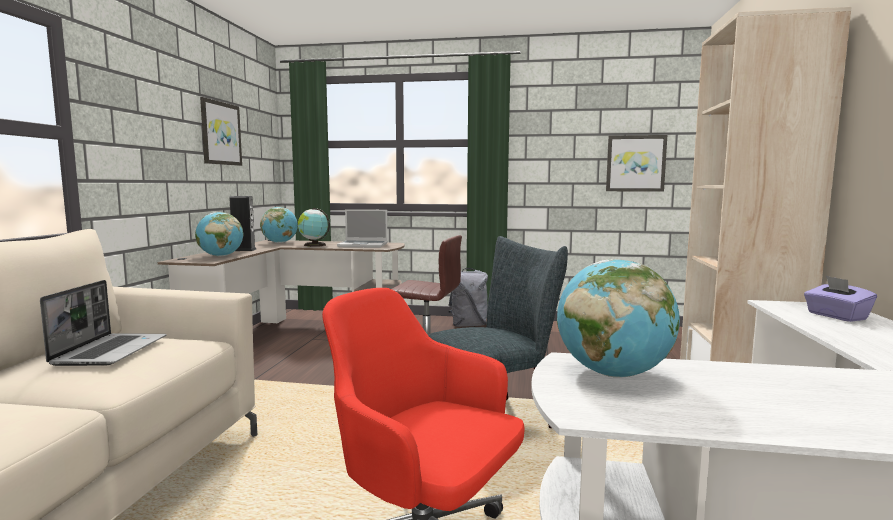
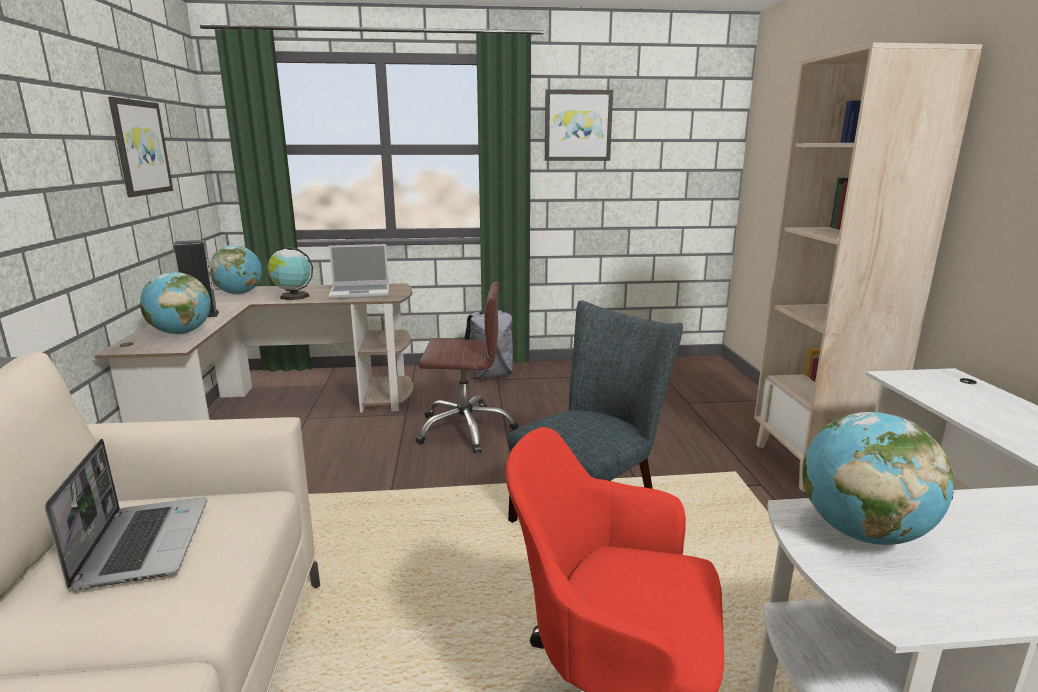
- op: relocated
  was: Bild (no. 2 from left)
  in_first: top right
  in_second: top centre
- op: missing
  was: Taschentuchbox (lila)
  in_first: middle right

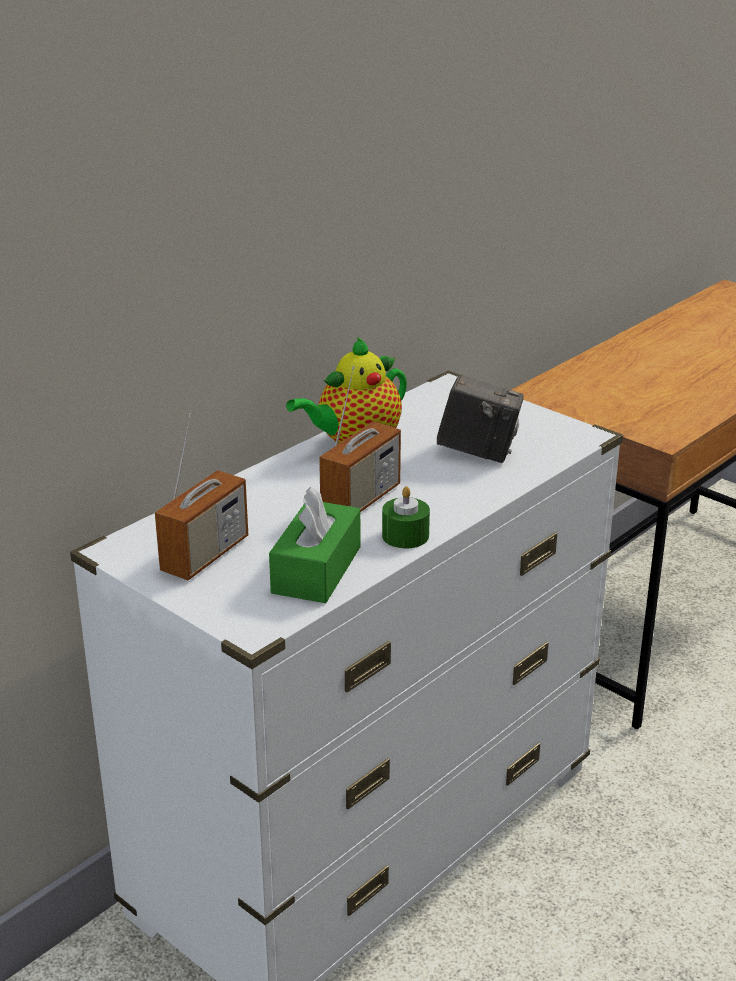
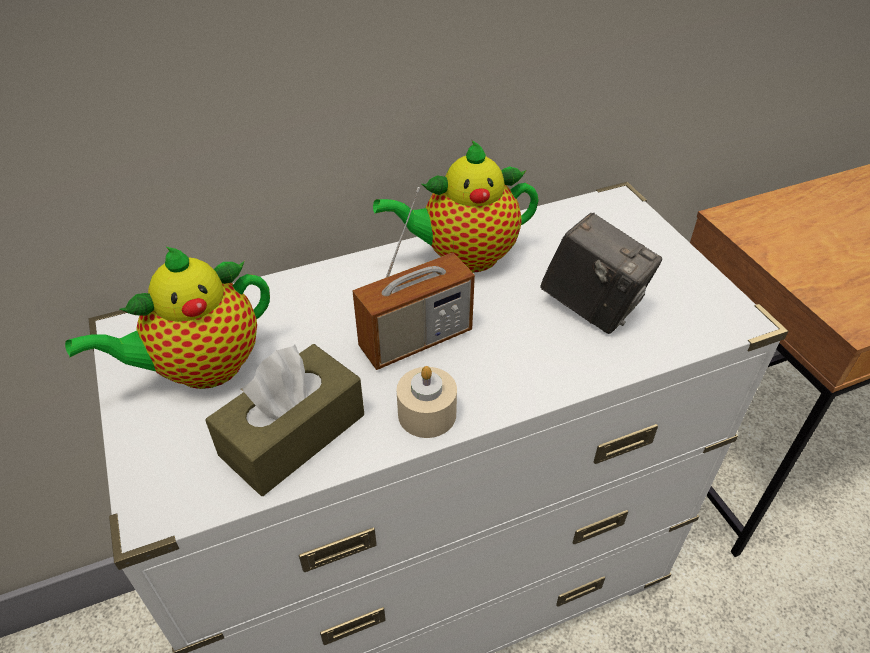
- op: exchanged
  was: Radio (no. 1 from left)
  now: Teekanne (no. 1 from left)
  in_first: middle left
  in_second: middle left
- op: colour
  was: Taschentuchbox (grün)
  now: Taschentuchbox (braun)
  in_first: centre
  in_second: middle left
- op: colour
  was: Kerze (grün)
  now: Kerze (beige)
  in_first: centre
  in_second: centre

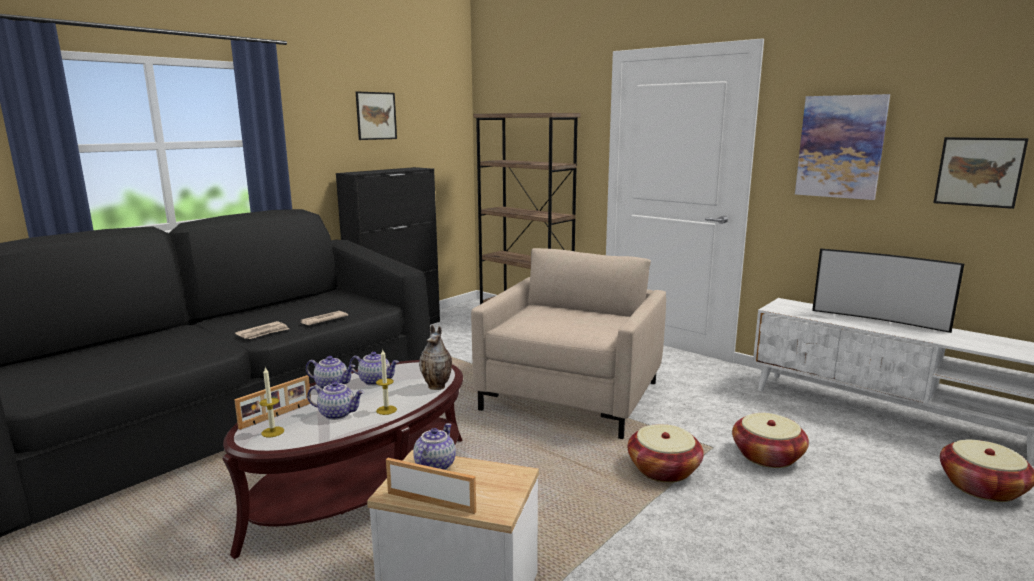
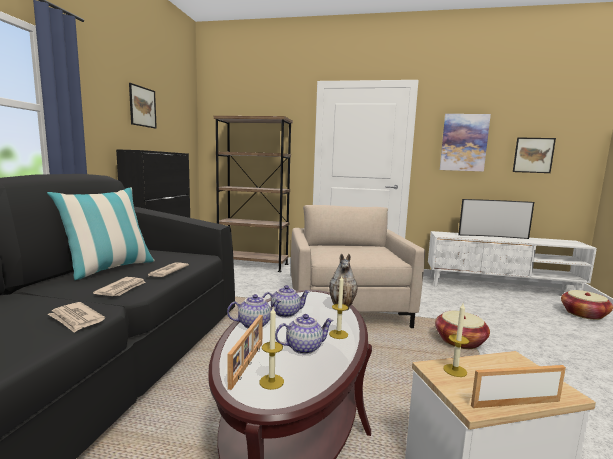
- op: exchanged
  was: Teekanne (no. 4 from left)
  now: Kerze (no. 3 from left)
  in_first: bottom centre
  in_second: bottom right
- op: missing
  was: Korb (no. 2 from left)
  in_first: bottom right
- op: appeared
  now: Kissen
  in_second: middle left
- op: appeared
  now: Zeitung (no. 1 from left)
  in_second: bottom left

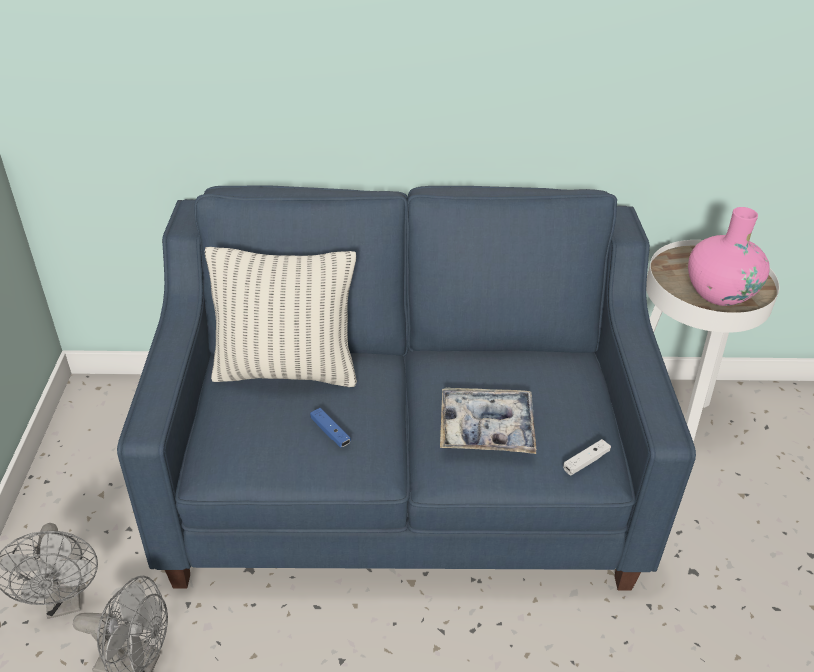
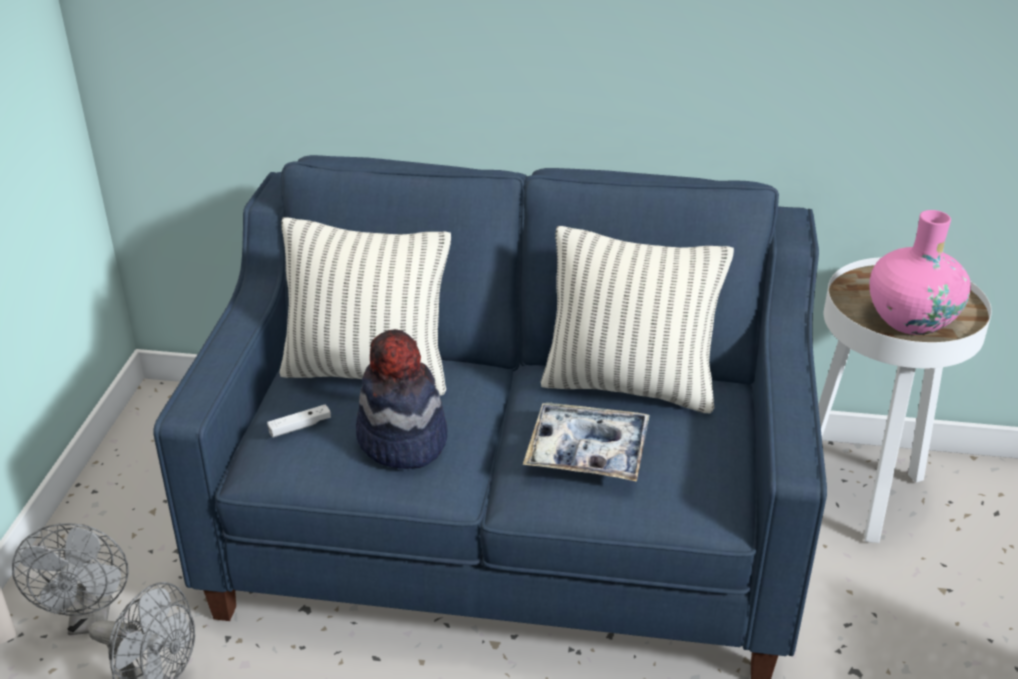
- op: exchanged
  was: Gamepad (blau)
  now: Hut
  in_first: centre
  in_second: centre
- op: relocated
  was: Gamepad (weiß)
  in_first: bottom right
  in_second: middle left
- op: appeared
  now: Kissen (no. 2 from left)
  in_second: centre

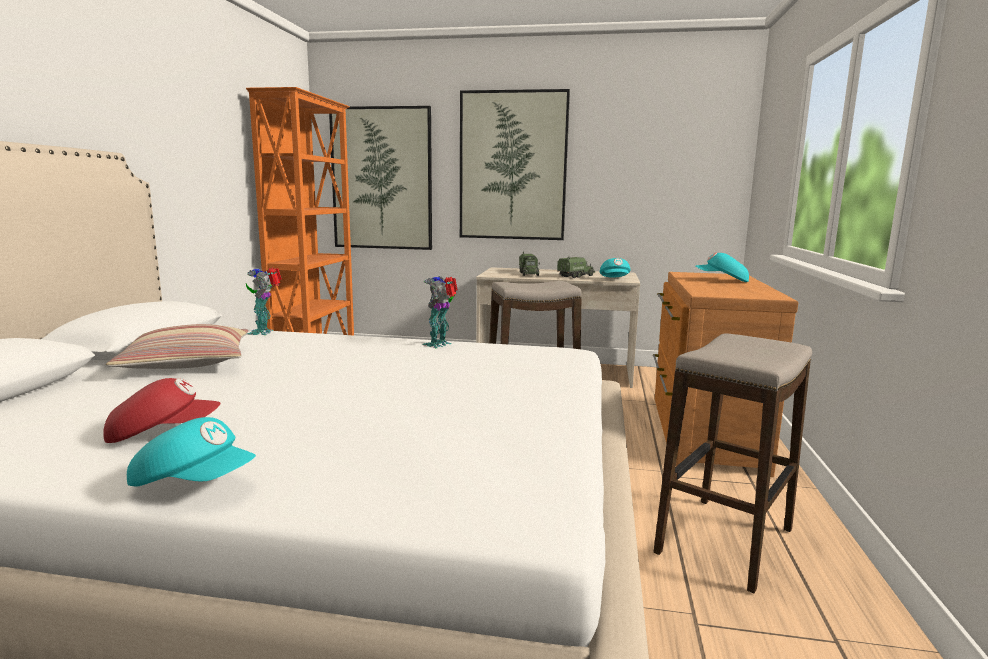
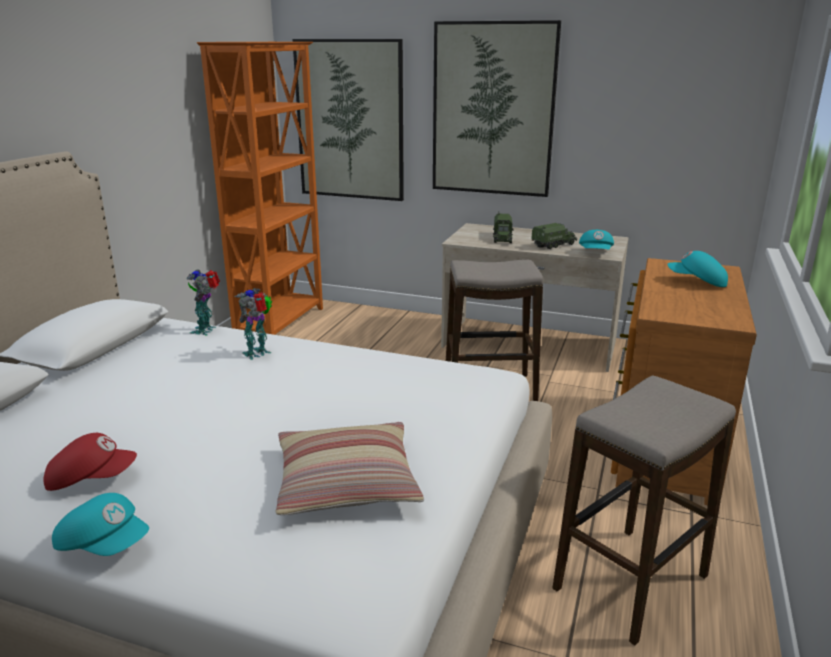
- op: relocated
  was: Kissen
  in_first: middle left
  in_second: bottom centre
- op: relocated
  was: Spielzeugroboter (no. 2 from left)
  in_first: centre
  in_second: middle left

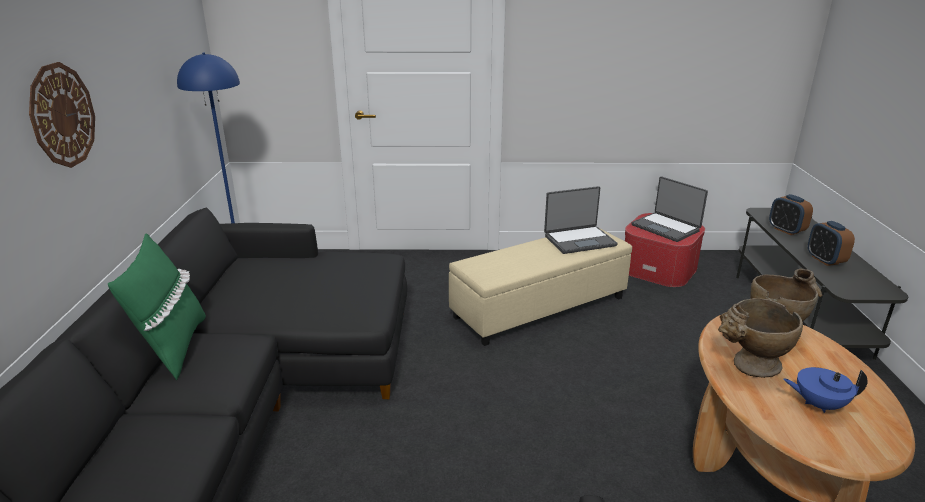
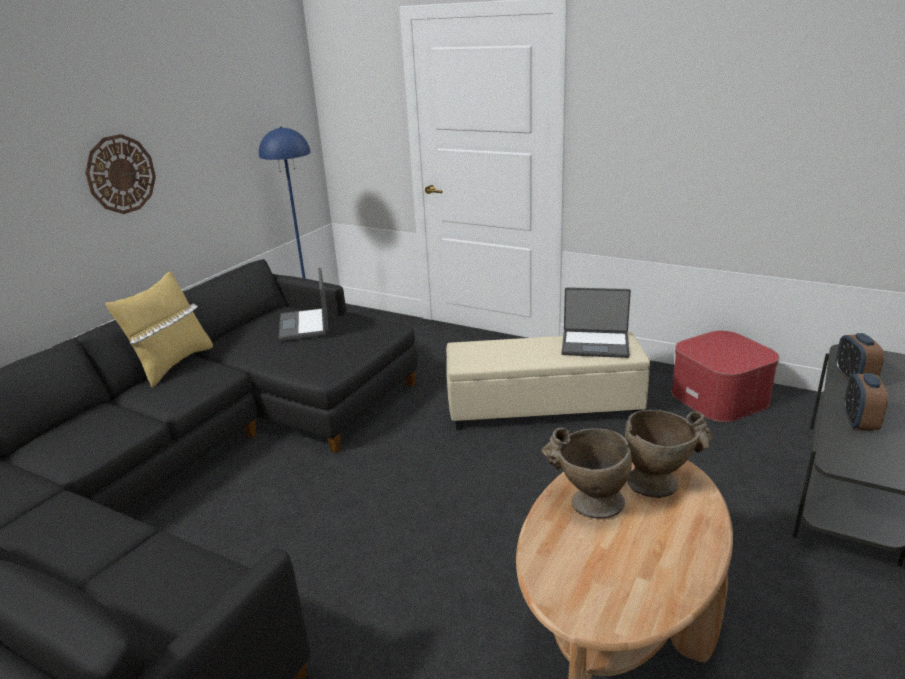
- op: colour
  was: Kissen (grün)
  now: Kissen (gelb)
  in_first: middle left
  in_second: middle left
- op: relocated
  was: Laptop (no. 2 from left in the first image)
  now: Laptop (no. 1 from left)
  in_first: middle right
  in_second: centre
- op: missing
  was: Teekanne (blau)
  in_first: bottom right

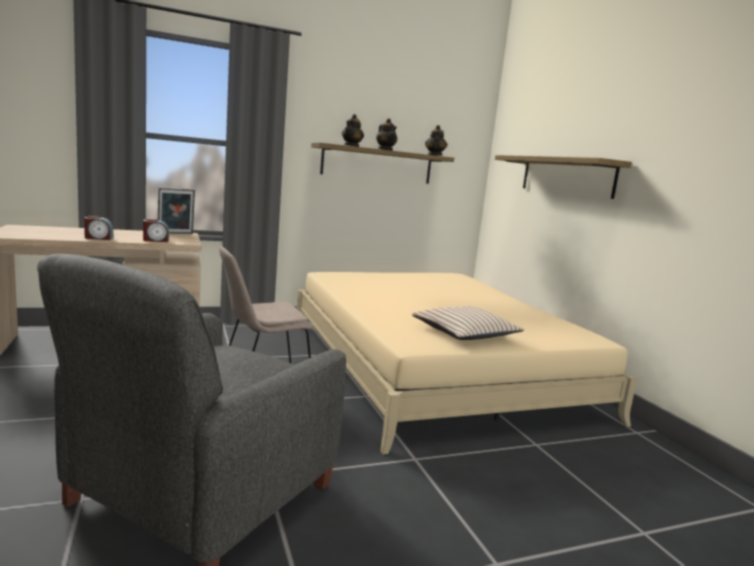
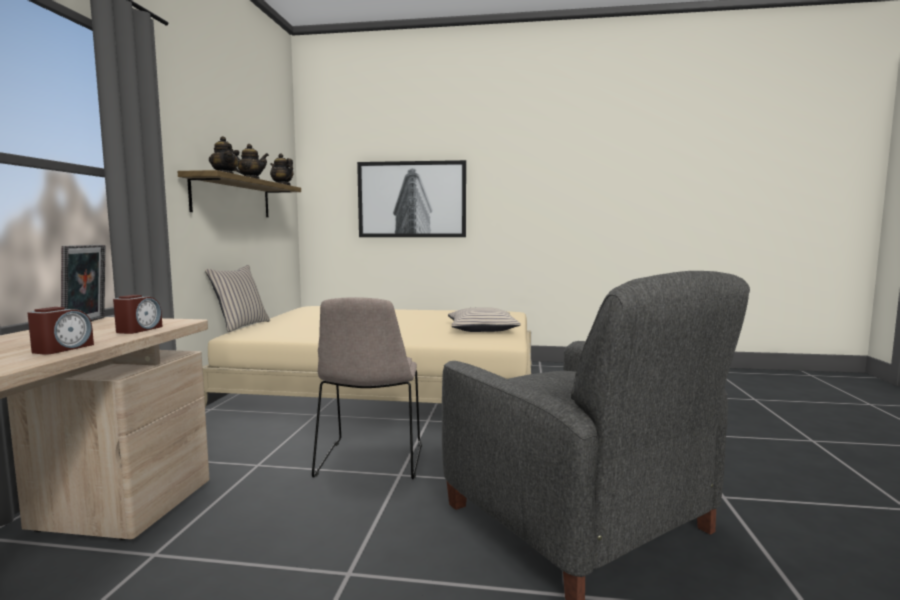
- op: exchanged
  was: Wandregal (no. 2 from left)
  now: Bild
  in_first: top right
  in_second: top centre
- op: appeared
  now: Kissen (beige) (no. 1 from left)
  in_second: middle left

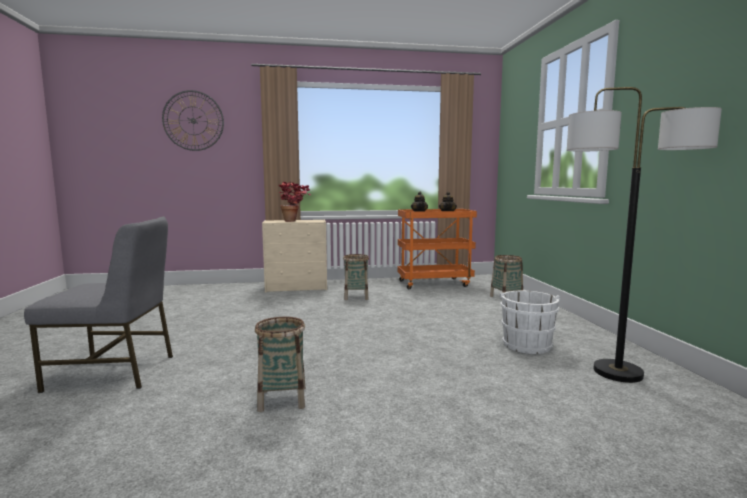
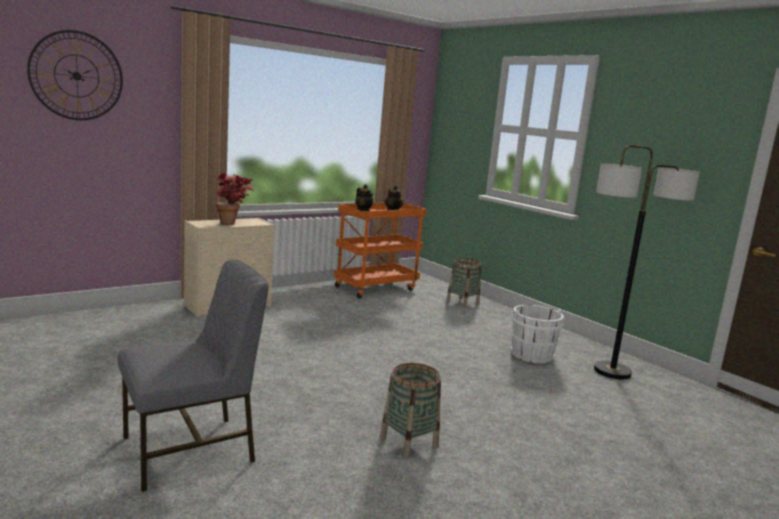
- op: missing
  was: Korb (no. 2 from left)
  in_first: centre

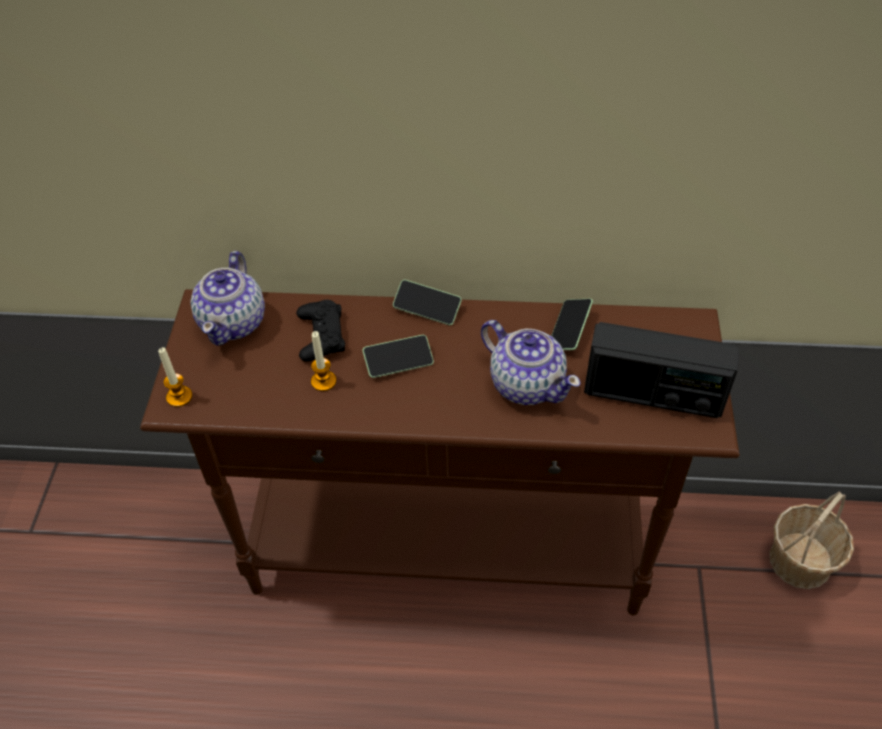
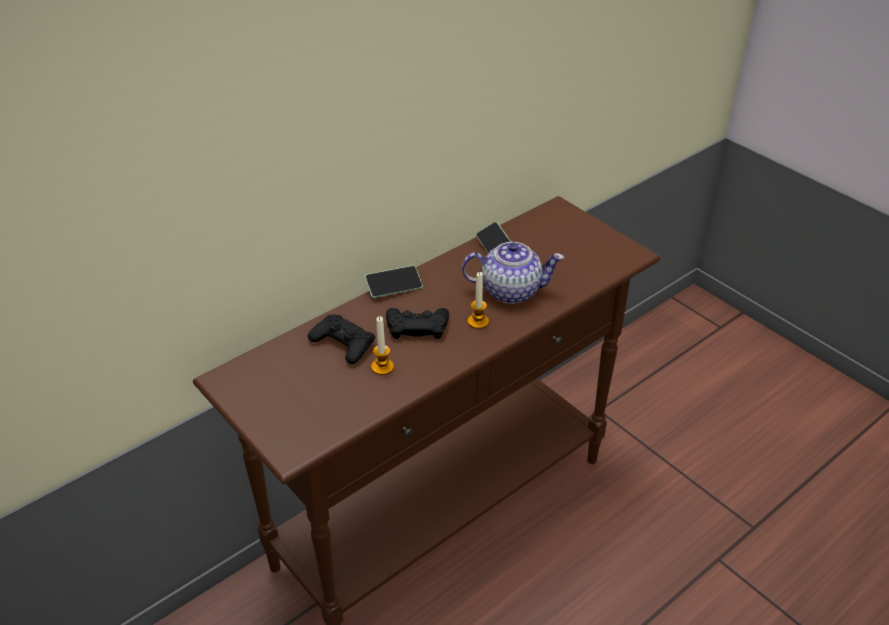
- op: relocated
  was: Kerze (no. 1 from left in the first image)
  now: Kerze (no. 2 from left)
  in_first: middle left
  in_second: centre
- op: missing
  was: Teekanne (no. 1 from left)
  in_first: middle left
- op: exchanged
  was: Handy (no. 1 from left)
  now: Gamepad (schwarz) (no. 2 from left)
  in_first: centre
  in_second: centre
- op: missing
  was: Radio
  in_first: middle right
- op: missing
  was: Korb
  in_first: bottom right

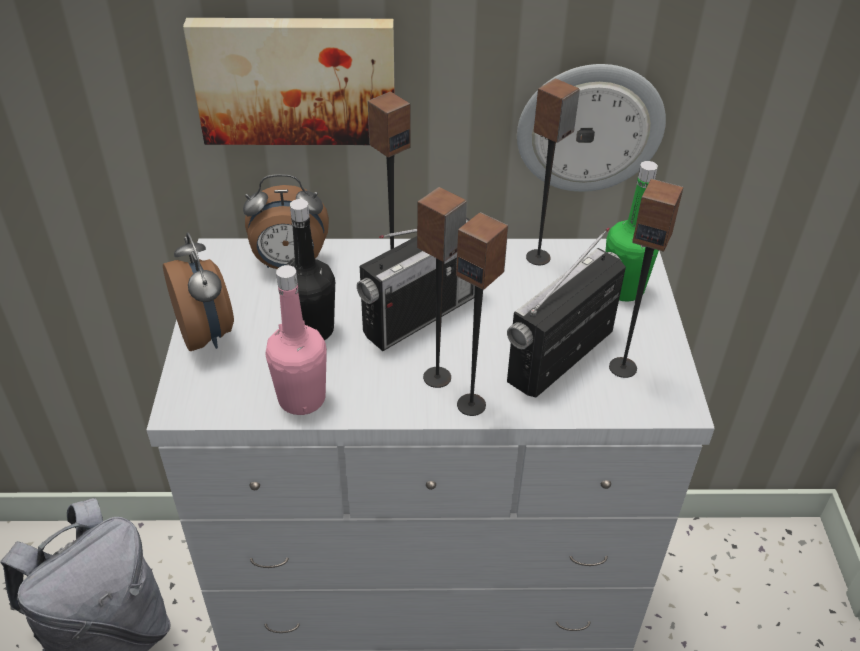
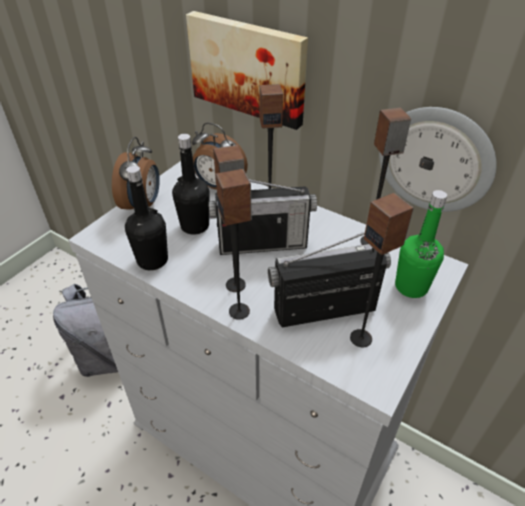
- op: colour
  was: Flasche (rosa)
  now: Flasche (schwarz) (no. 1 from left)
  in_first: centre
  in_second: middle left

